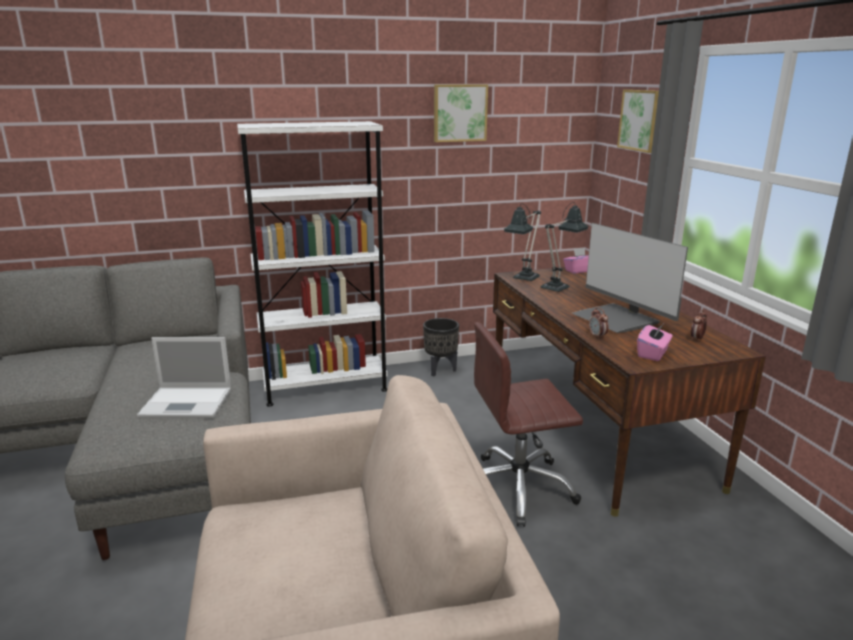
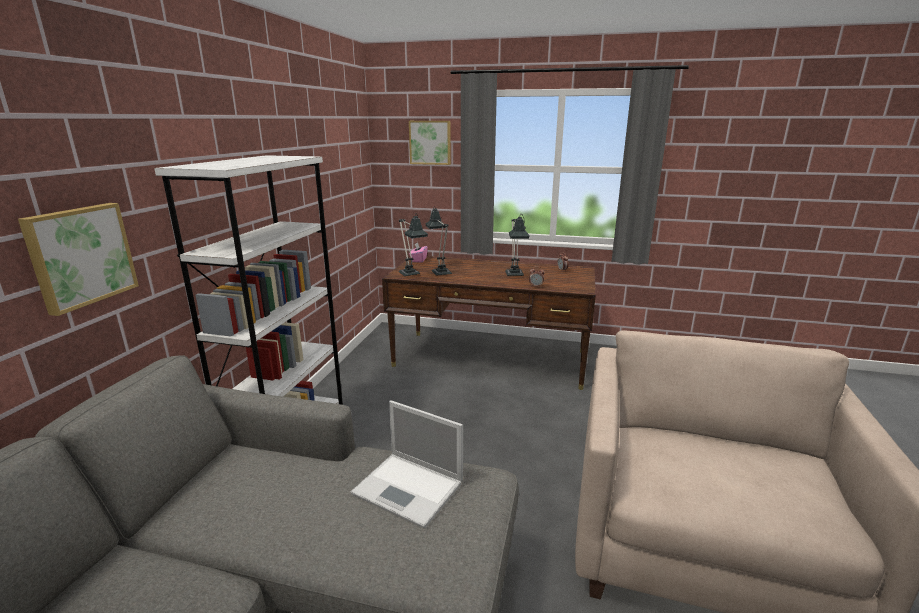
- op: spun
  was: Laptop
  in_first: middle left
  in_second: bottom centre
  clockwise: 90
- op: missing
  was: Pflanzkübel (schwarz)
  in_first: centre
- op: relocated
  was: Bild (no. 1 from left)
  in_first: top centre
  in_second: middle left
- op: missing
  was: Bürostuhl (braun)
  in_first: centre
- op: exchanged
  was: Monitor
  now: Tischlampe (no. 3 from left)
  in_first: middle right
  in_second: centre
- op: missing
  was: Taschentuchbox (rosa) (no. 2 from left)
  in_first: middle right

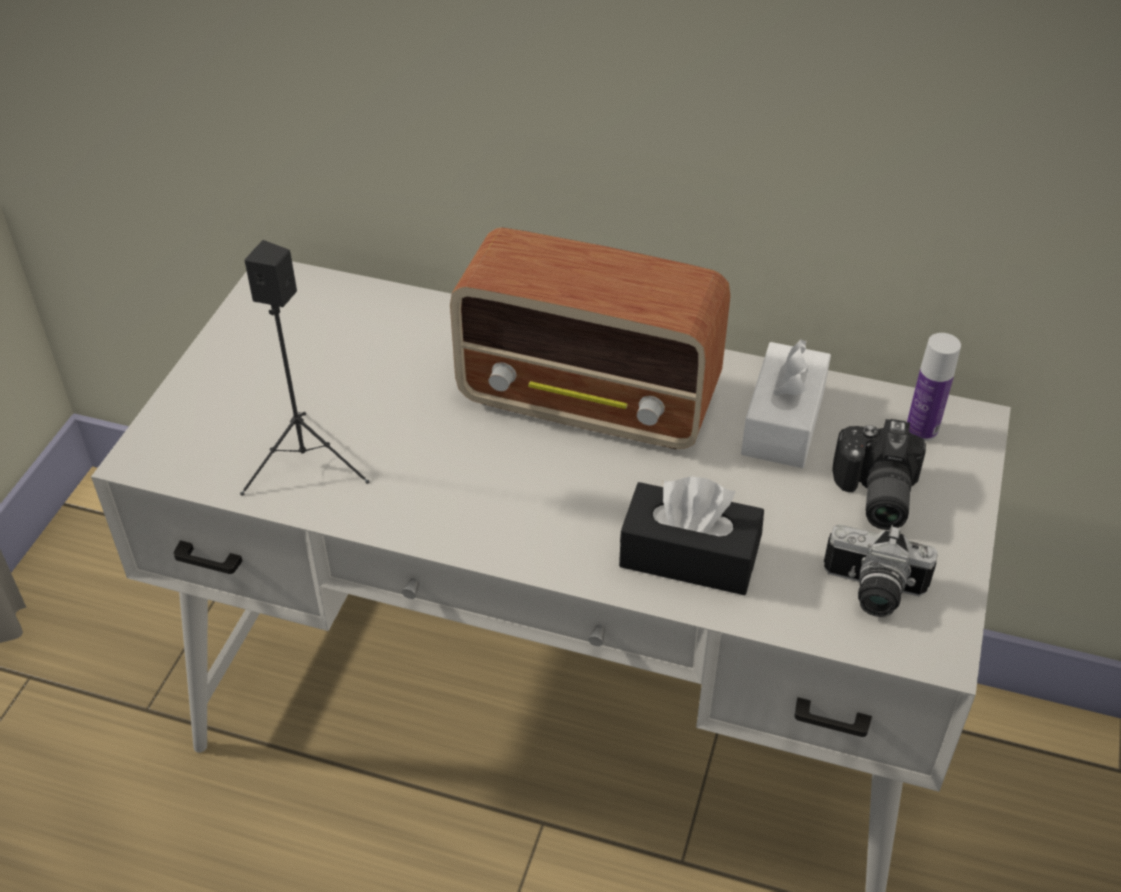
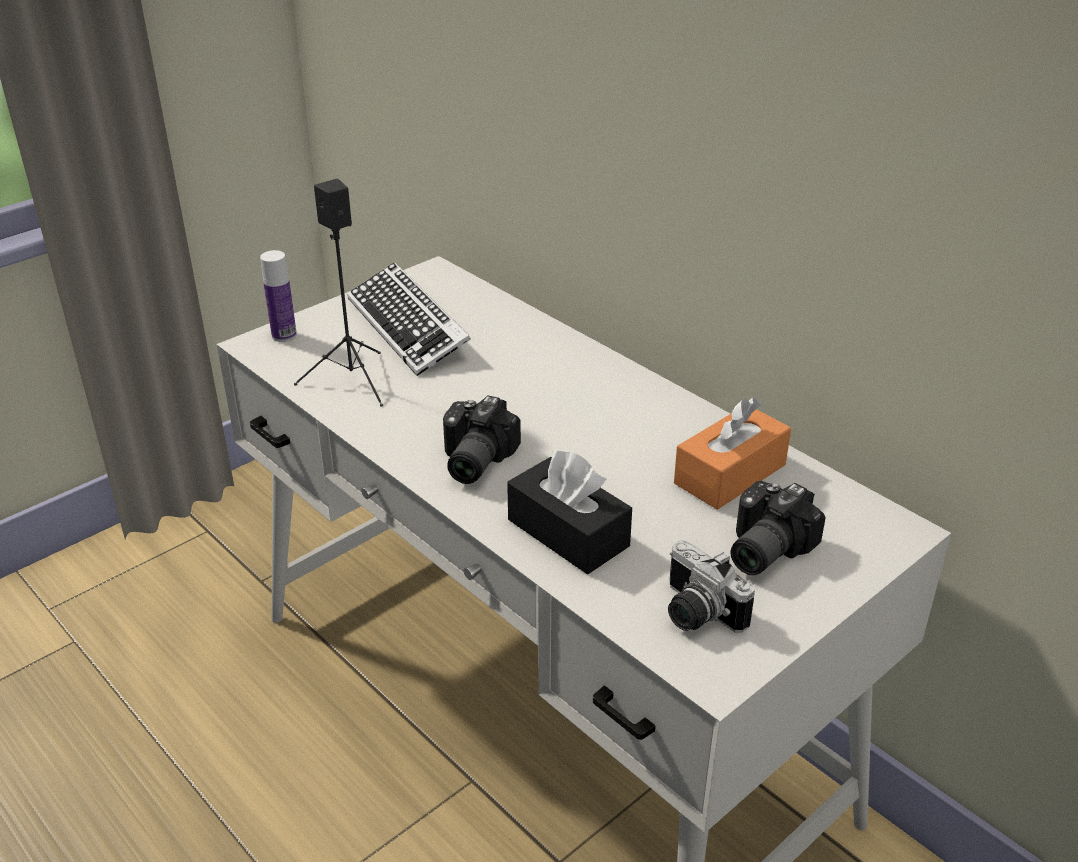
- op: missing
  was: Radio
  in_first: centre
- op: colour
  was: Taschentuchbox (weiß)
  now: Taschentuchbox (orange)
  in_first: middle right
  in_second: middle right
- op: relocated
  was: Flasche
  in_first: middle right
  in_second: middle left
- op: appeared
  now: Tastatur
  in_second: centre
- op: appeared
  now: Kamera (no. 1 from left)
  in_second: centre

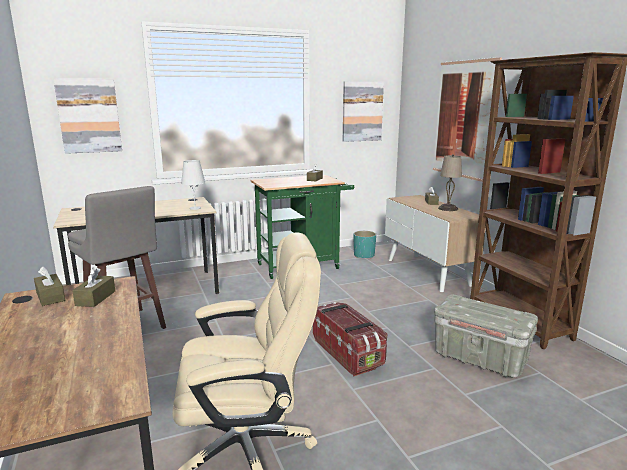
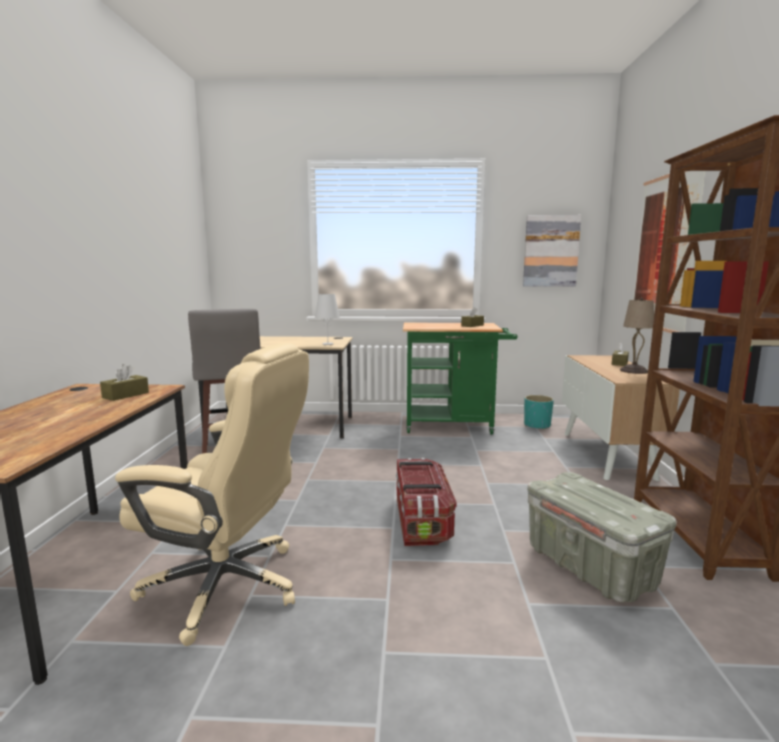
- op: missing
  was: Taschentuchbox (braun) (no. 1 from left)
  in_first: middle left
- op: missing
  was: Bild (no. 1 from left)
  in_first: top left

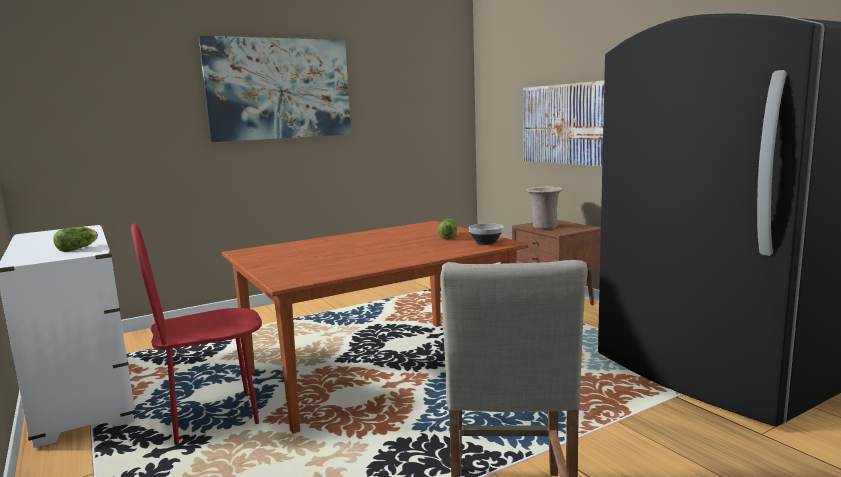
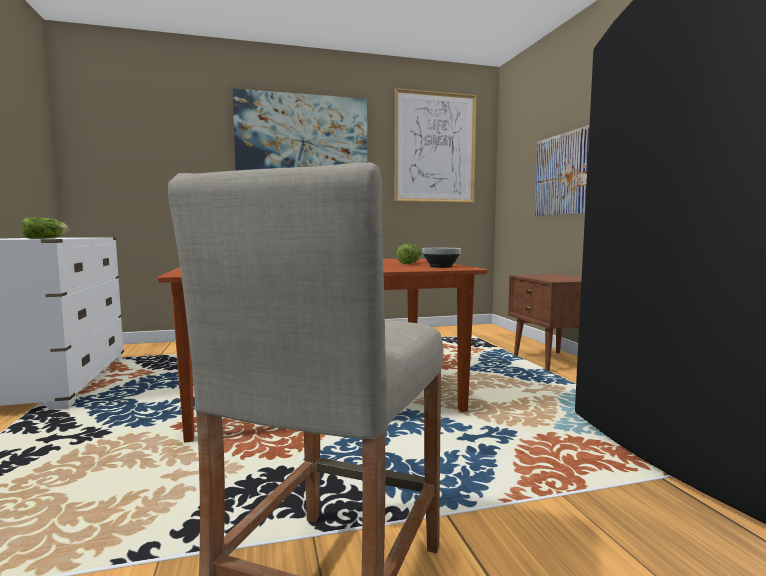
- op: missing
  was: Stuhl (rot)
  in_first: bottom left
- op: missing
  was: Vase (beige)
  in_first: centre
- op: appeared
  now: Bild (no. 2 from left)
  in_second: top centre

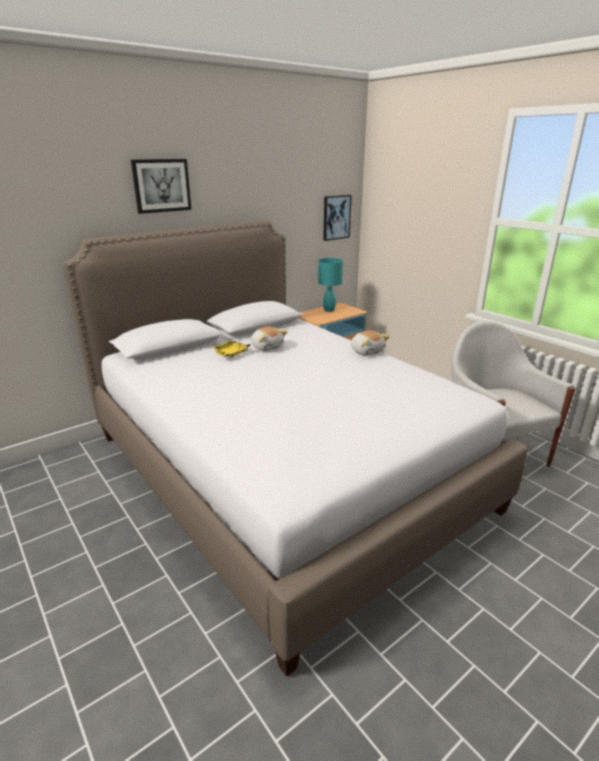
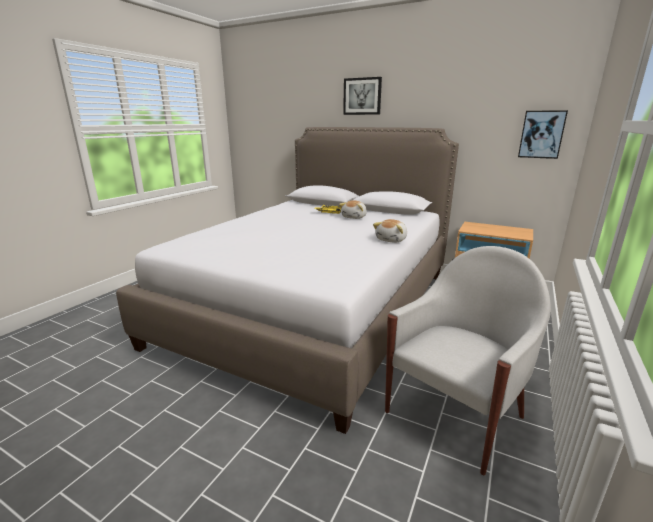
- op: missing
  was: Tischlampe (türkis)
  in_first: centre

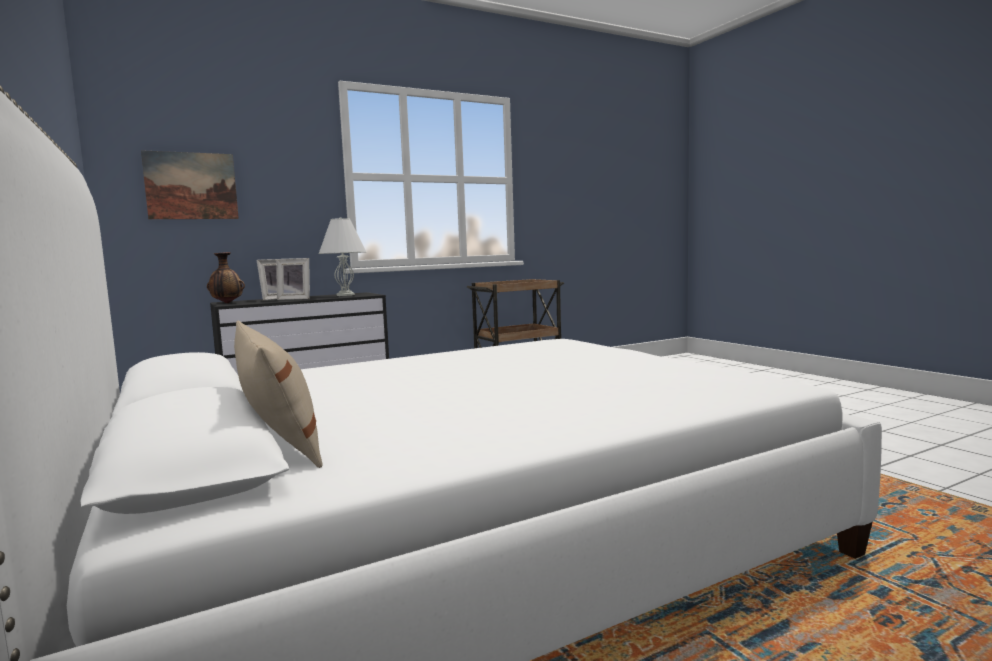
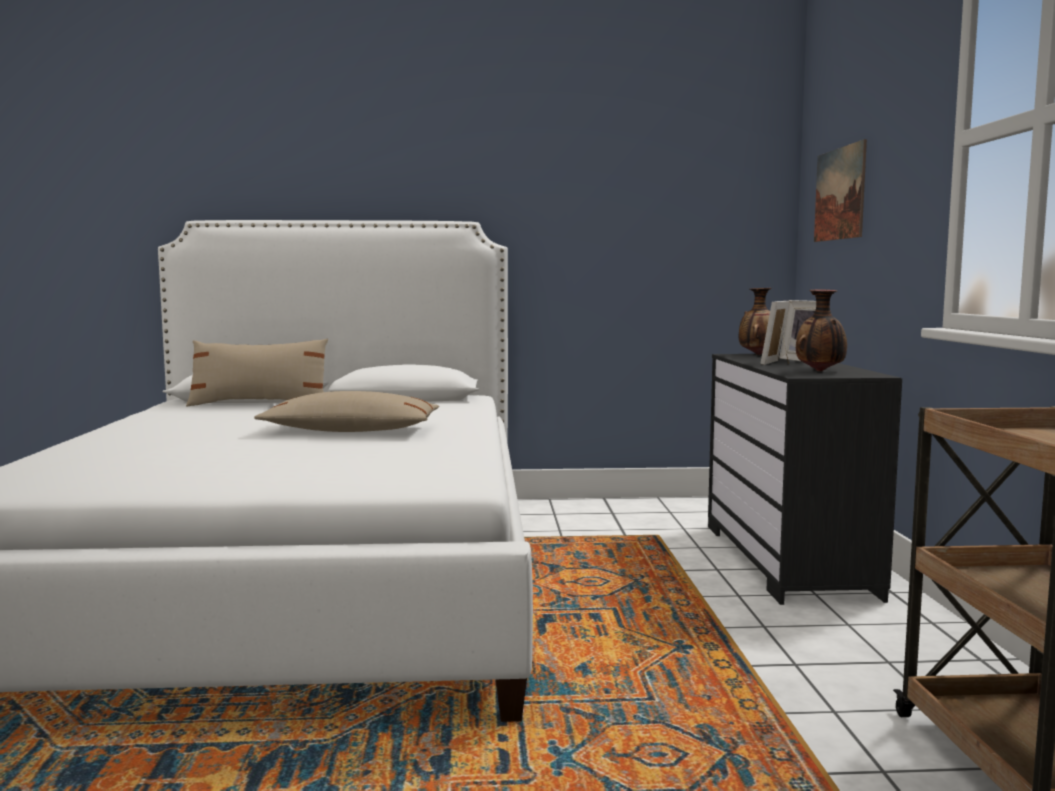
- op: exchanged
  was: Tischlampe (weiß)
  now: Vase (no. 2 from left)
  in_first: centre
  in_second: middle right
- op: appeared
  now: Kissen (beige) (no. 2 from left)
  in_second: middle left

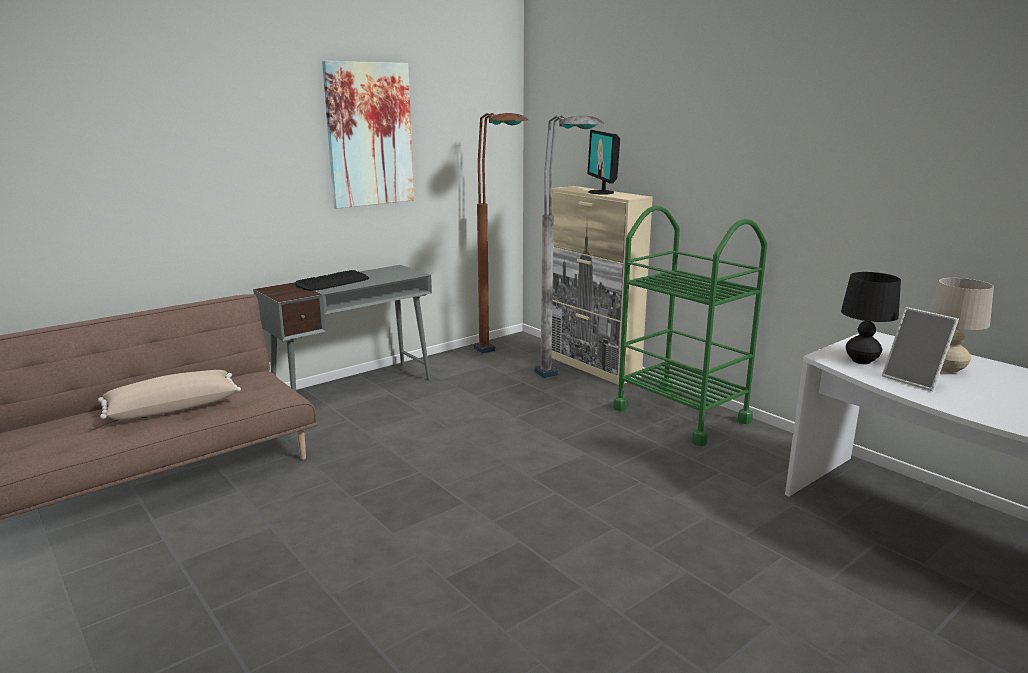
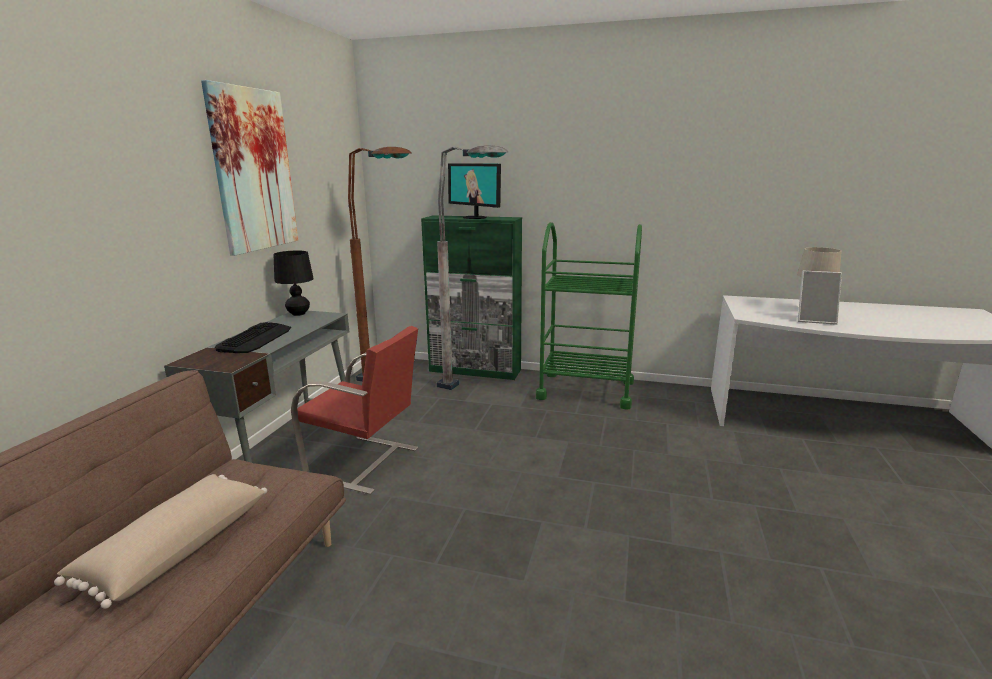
- op: colour
  was: Schrank (beige)
  now: Schrank (grün)
  in_first: centre
  in_second: centre
- op: relocated
  was: Tischlampe (schwarz)
  in_first: middle right
  in_second: middle left
- op: appeared
  now: Stuhl (rot)
  in_second: centre

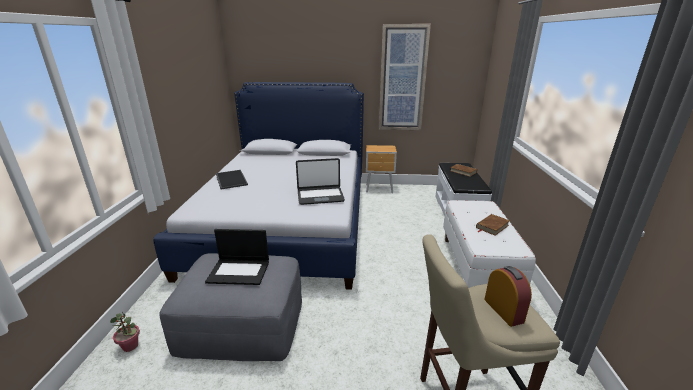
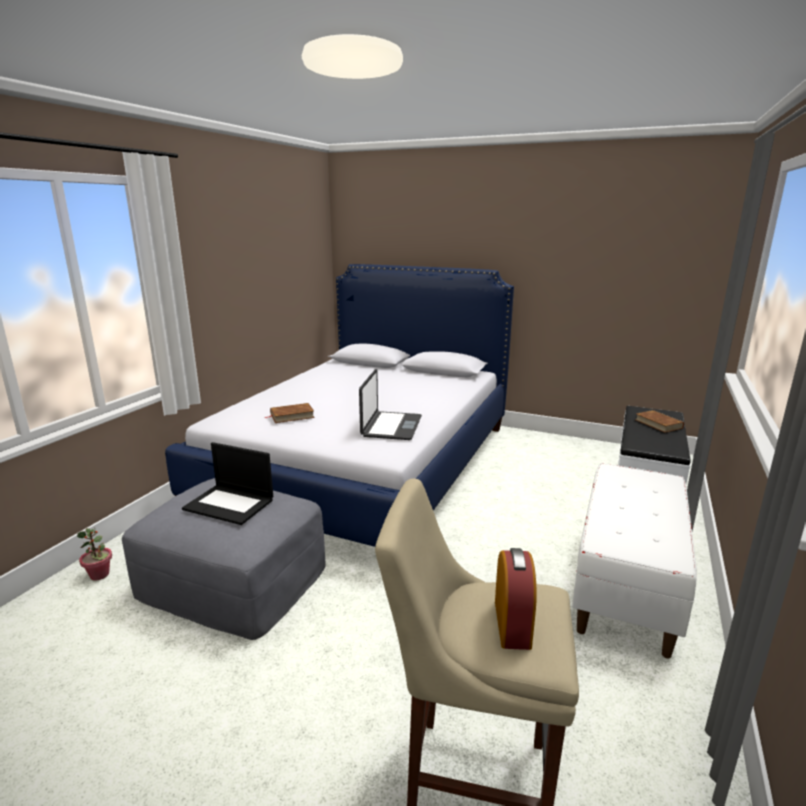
- op: missing
  was: Tablett
  in_first: centre
- op: spun
  was: Laptop (no. 2 from left)
  in_first: centre
  in_second: centre
  clockwise: -90
- op: missing
  was: Nachttisch (braun)
  in_first: centre
- op: missing
  was: Bild
  in_first: top centre
- op: relocated
  was: Buch (braun) (no. 2 from left in the first image)
  now: Buch (braun) (no. 1 from left)
  in_first: middle right
  in_second: centre

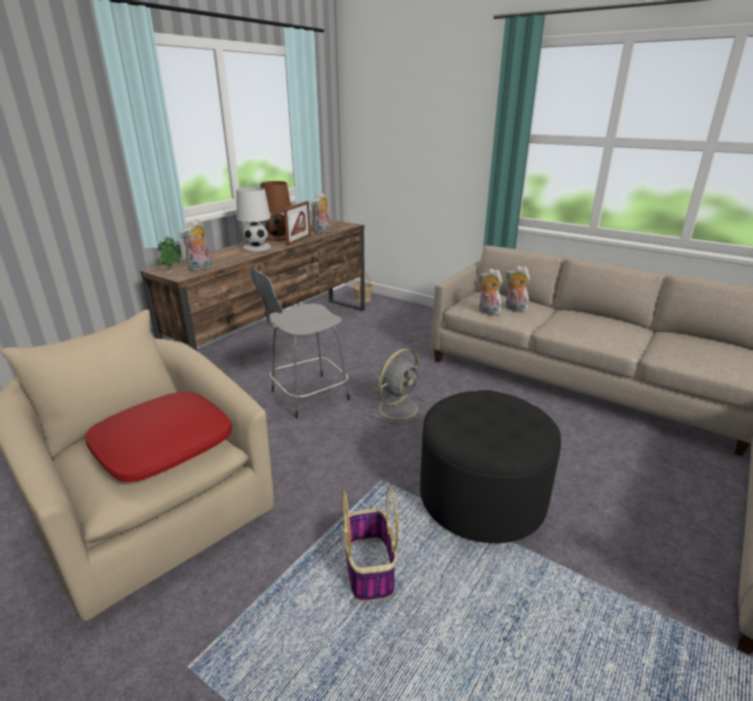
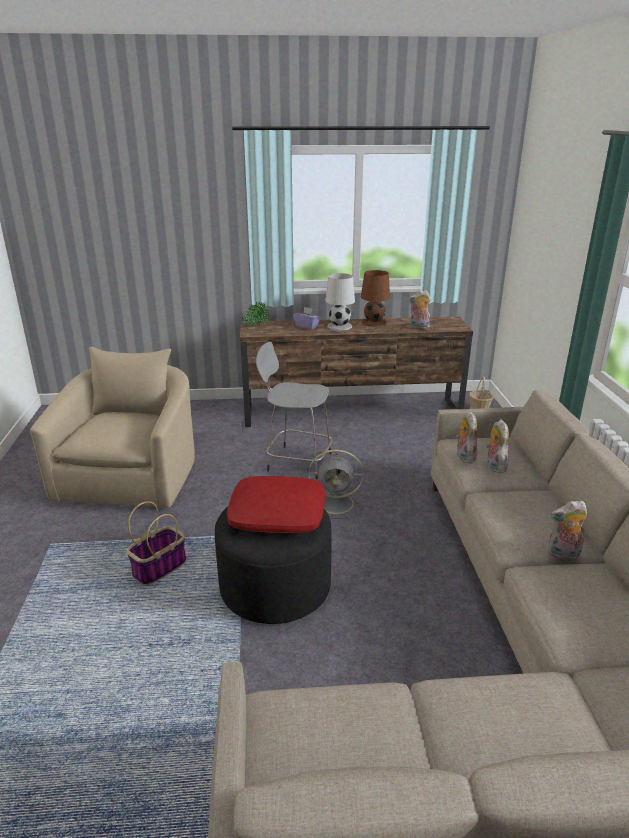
- op: relocated
  was: Kissen (rot)
  in_first: middle left
  in_second: centre
- op: relocated
  was: Plüschtier (no. 1 from left in the first image)
  now: Plüschtier (no. 4 from left)
  in_first: middle left
  in_second: middle right
- op: missing
  was: Bilderrahmen
  in_first: top centre
- op: appeared
  now: Taschentuchbox (lila)
  in_second: centre

